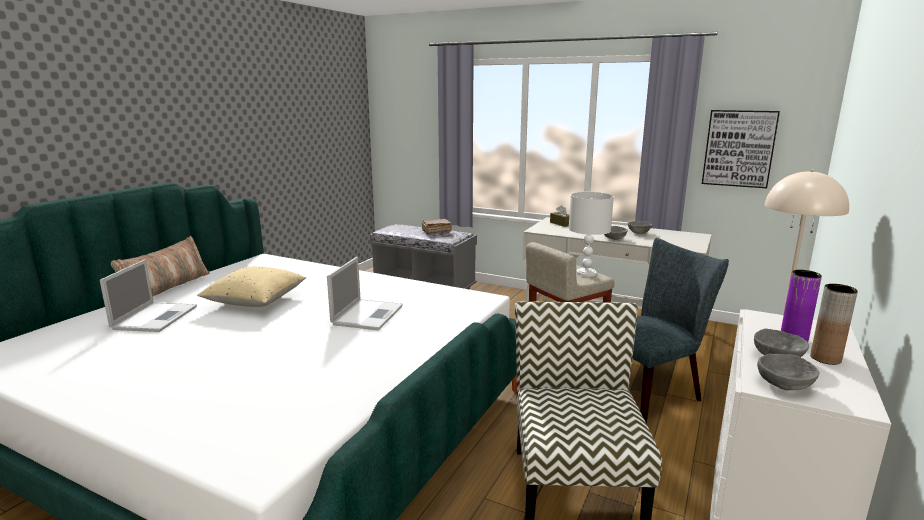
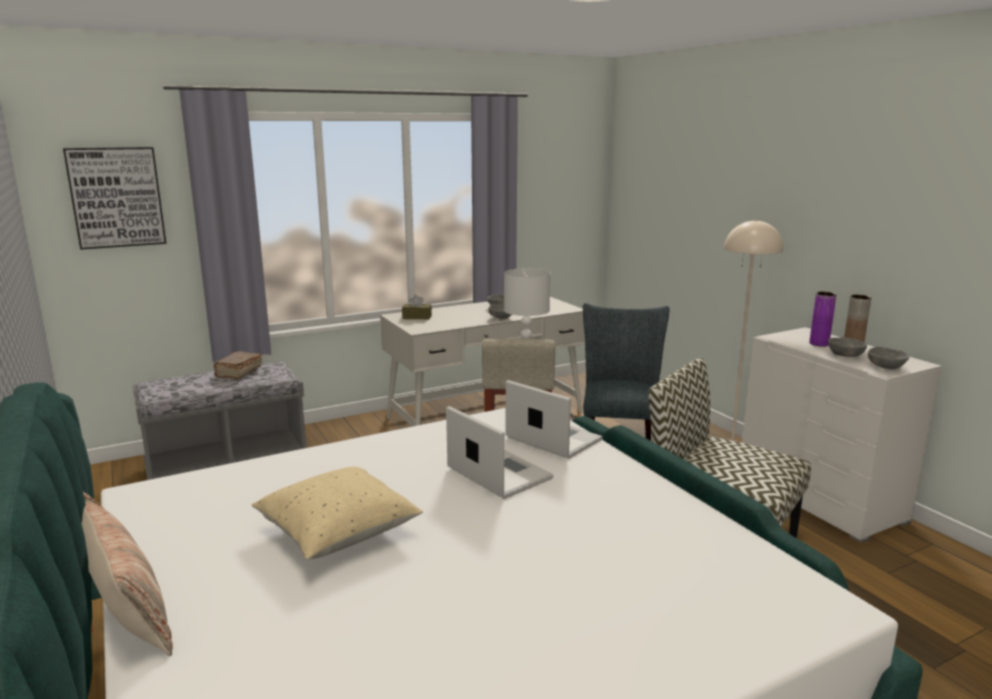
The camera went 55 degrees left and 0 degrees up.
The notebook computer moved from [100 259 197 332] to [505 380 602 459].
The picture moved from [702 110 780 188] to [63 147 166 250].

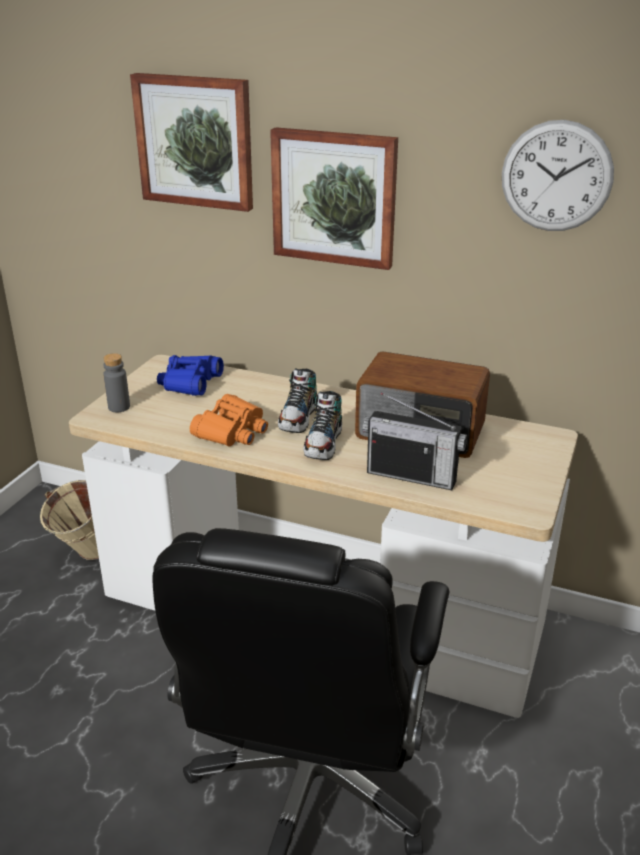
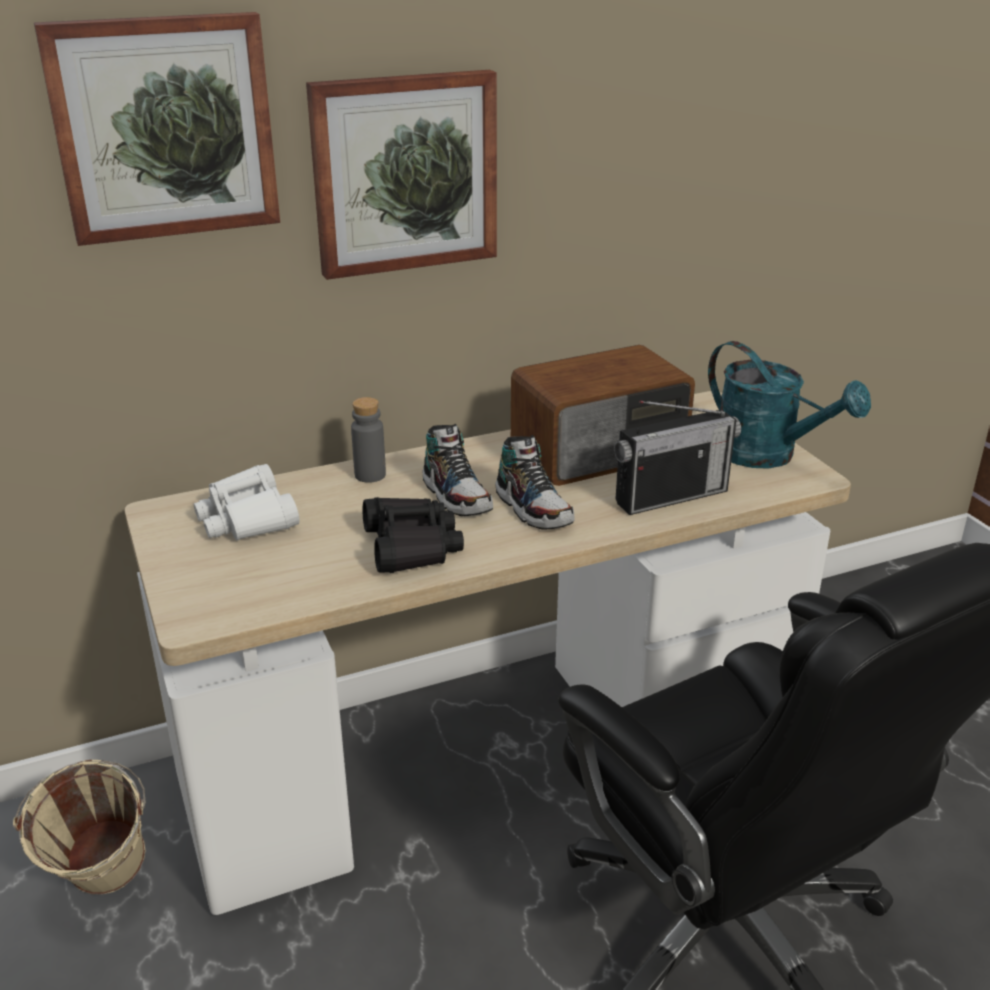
The camera went 45 degrees left and 0 degrees up.
The hanging clock at [502 120 614 231] disappeared.
The turquoise watering pot at [708 341 871 469] appeared.
The greyish drink bottle moved from [103 353 130 412] to [351 397 386 483].
The blue-coloured field glasses at [157 355 224 396] became the white-coloured field glasses at [193 464 300 540].
The orangey field glasses at [190 394 268 446] became the black-coloured field glasses at [363 497 464 573].

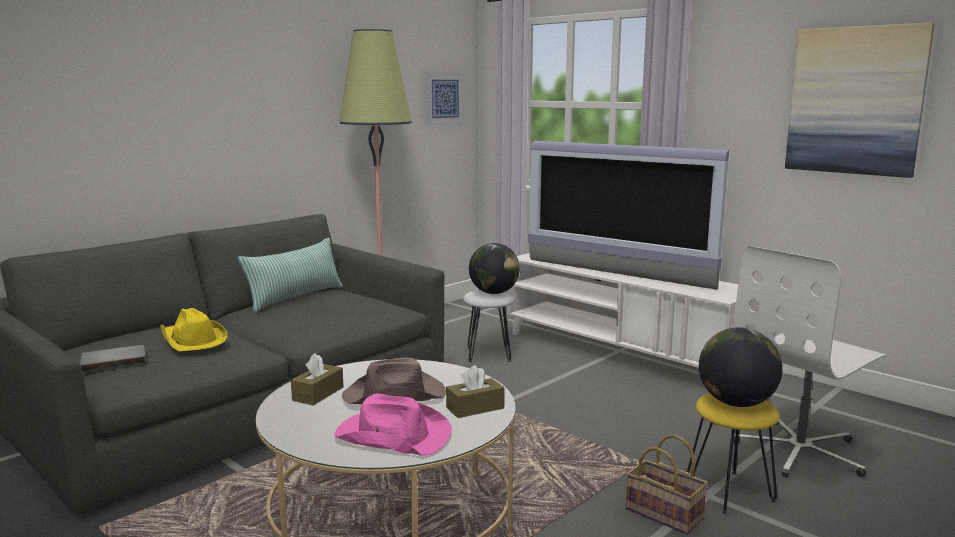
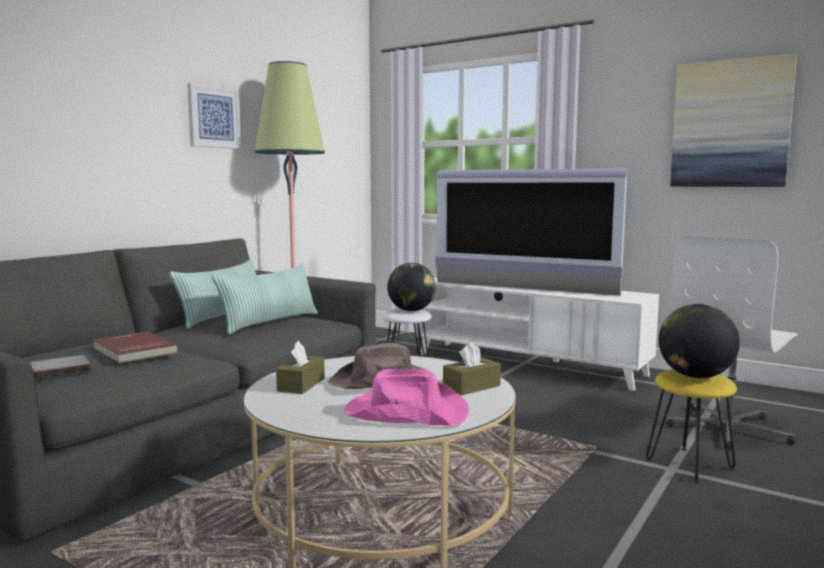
The camera went 10 degrees left and 5 degrees down.
The household basket at [626 434 708 534] disappeared.
The pillow at [212 263 318 334] appeared.
The picture moved from [424 72 464 125] to [187 83 241 149].
The yellow-coloured hat at [160 308 228 351] was replaced by the red-coloured book at [93 332 179 364].

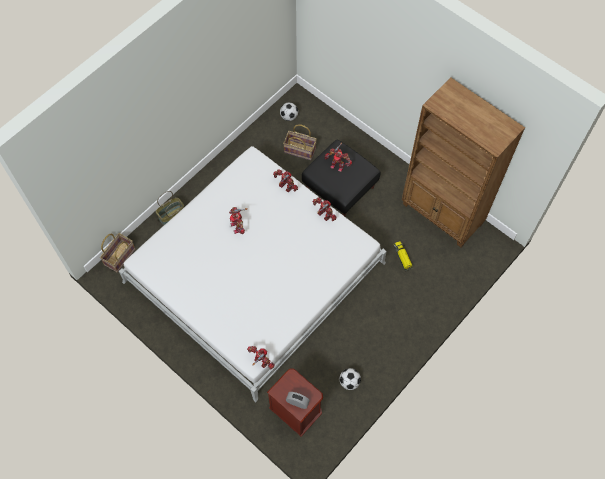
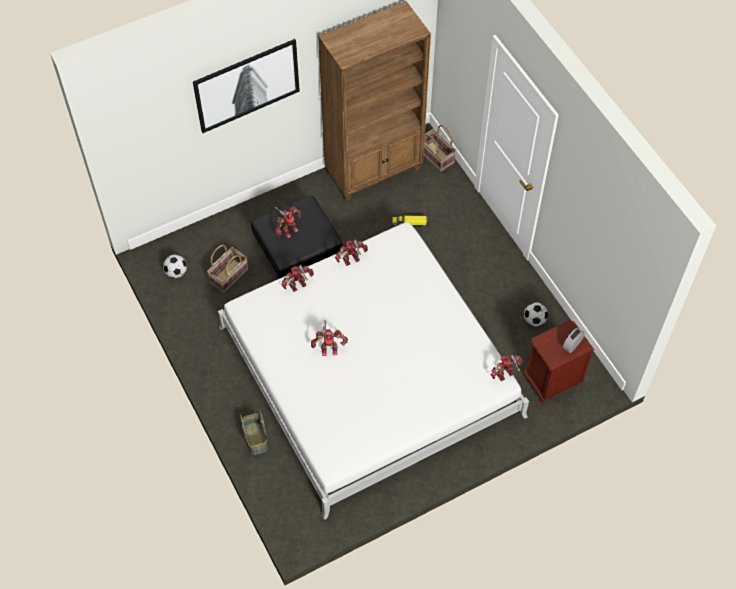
The camera went 70 degrees left and 5 degrees down.
The picture at [193 39 300 133] appeared.
The household basket moved from [100 233 135 273] to [423 125 456 172].

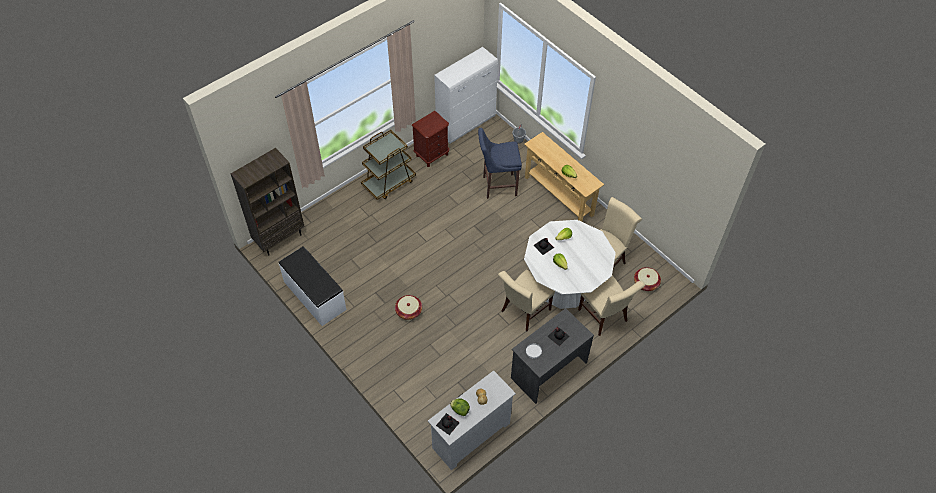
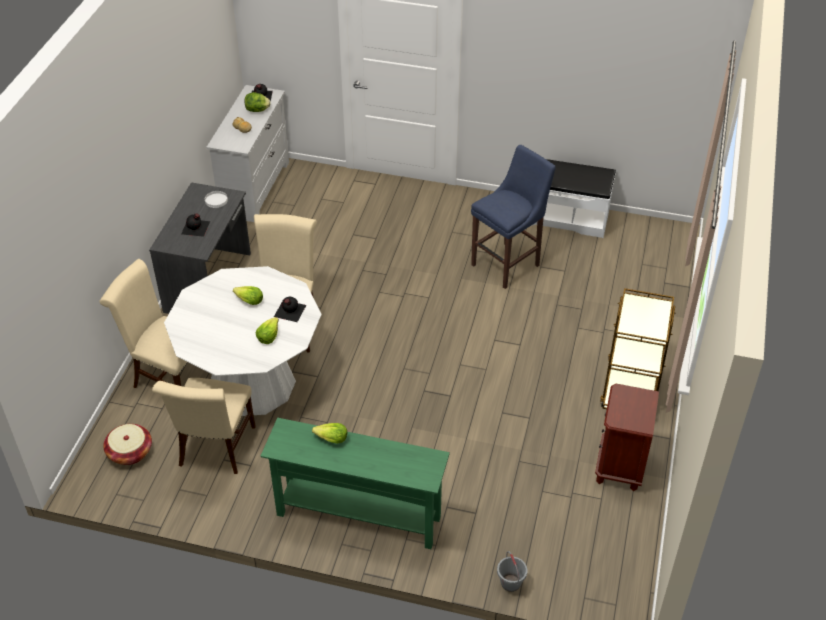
The camera went 145 degrees right and 10 degrees down.
The brownish bookcase at [231 148 305 255] disappeared.
The household basket at [395 295 422 320] disappeared.
The white-coloured storage cabinet at [434 47 498 144] disappeared.
The blue-coloured sitting stool moved from [478 128 522 199] to [471 145 556 289].
The sand-coloured narrow table at [524 132 604 222] became the green narrow table at [261 418 450 549].

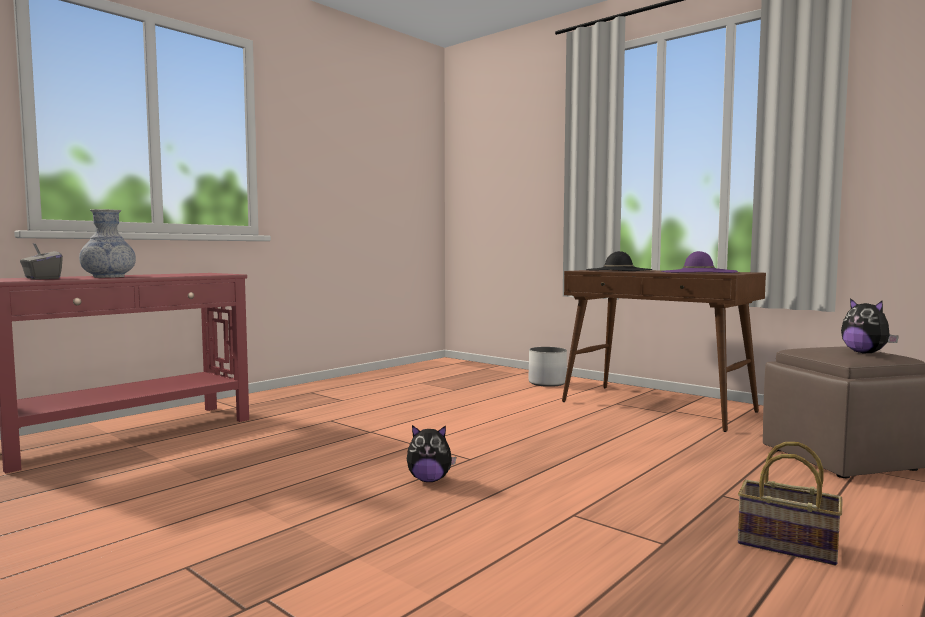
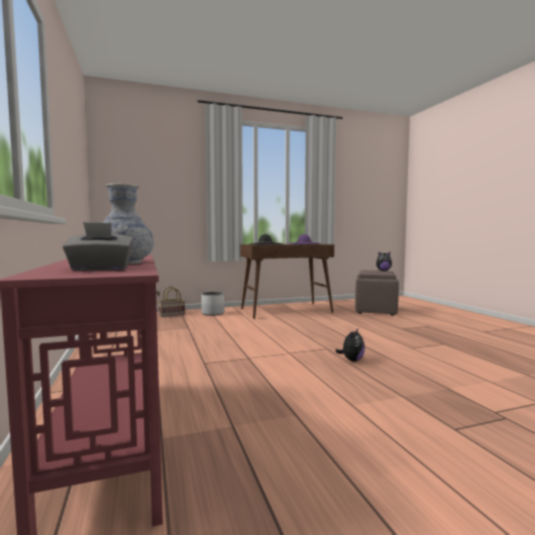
The camera went 60 degrees left and 0 degrees up.
The household basket moved from [738 442 842 565] to [158 287 185 317].

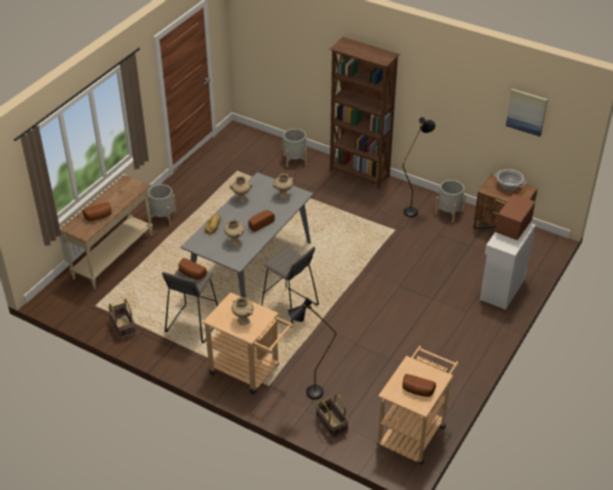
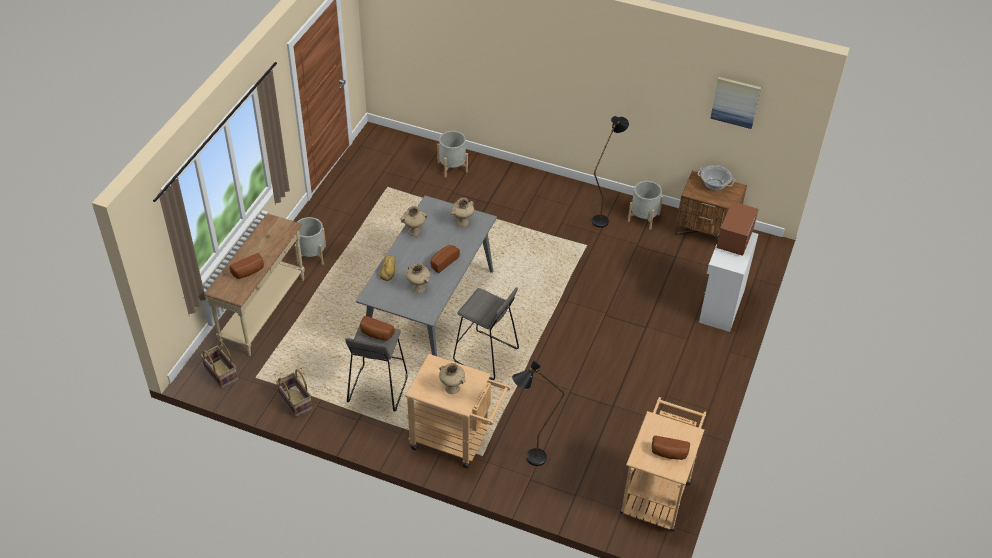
The camera went 10 degrees left and 5 degrees up.
The brownish bookcase at [330 37 400 189] disappeared.
The household basket moved from [316 394 349 439] to [201 341 238 389].

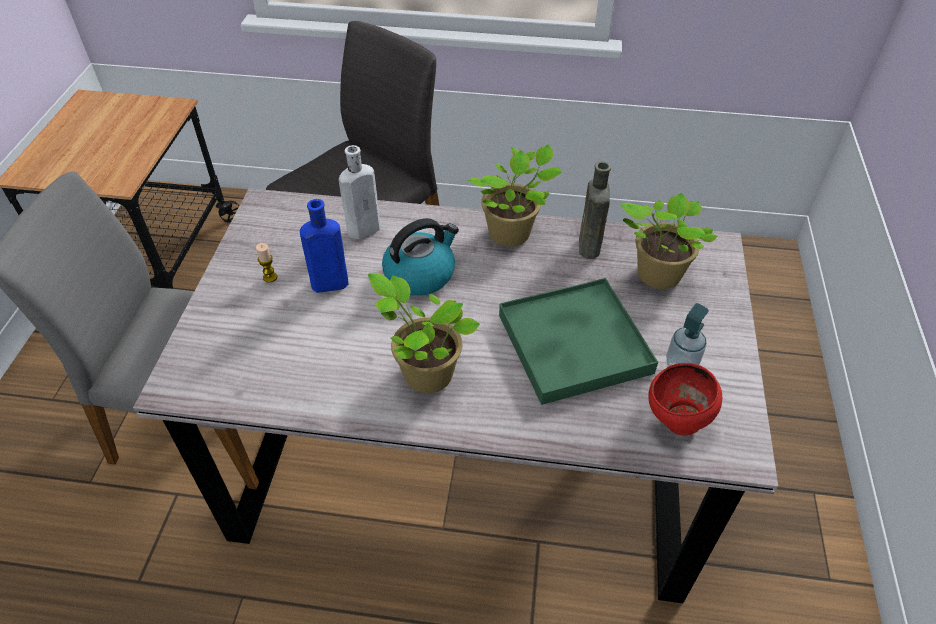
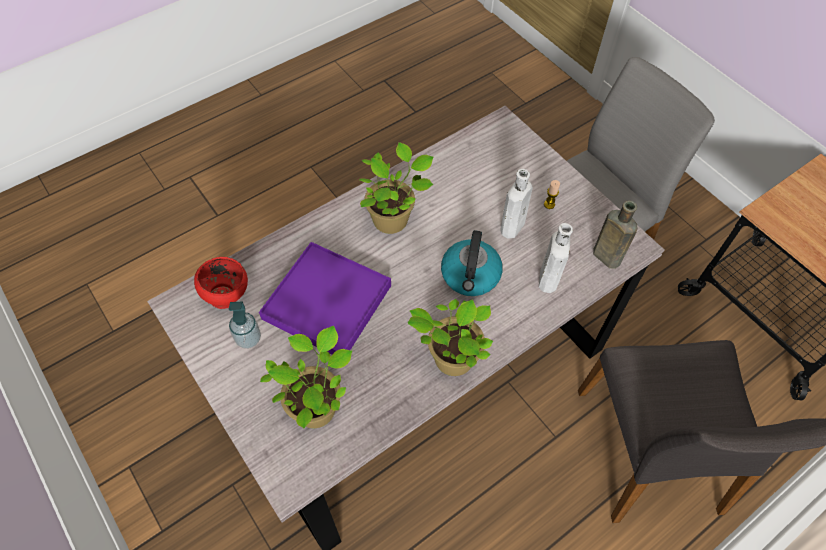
The camera went 135 degrees right and 10 degrees up.
The brownish drink bottle moved from [579 161 611 259] to [593 201 637 269].
The blue-coloured drink bottle at [300 199 348 293] became the white-coloured drink bottle at [500 169 533 239].
The green tray at [499 278 658 405] became the purple tray at [259 242 391 355].

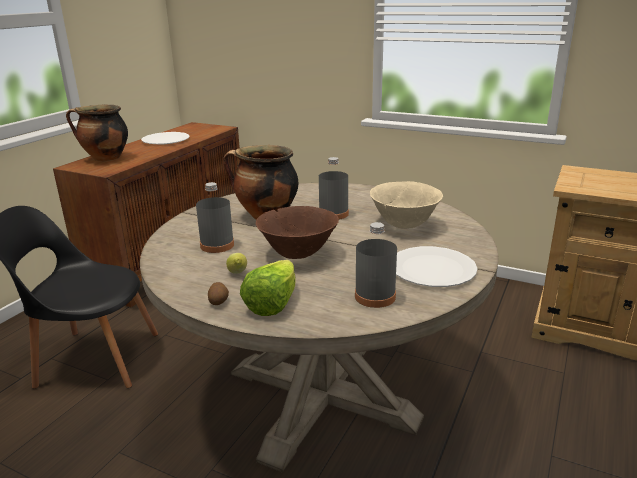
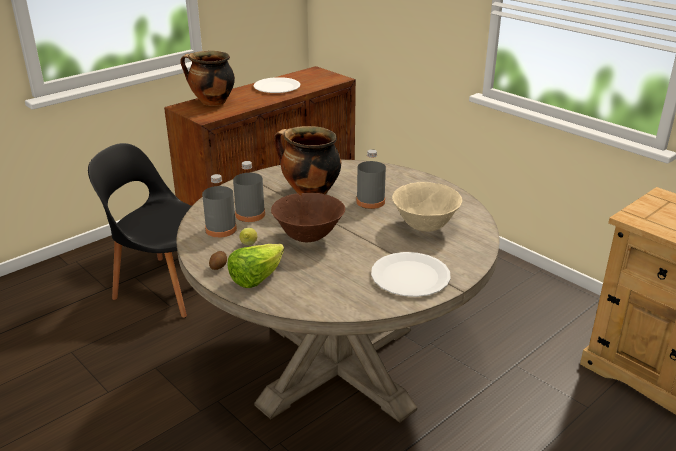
The camera went 20 degrees right and 5 degrees up.
The greyish drink bottle moved from [355 222 397 308] to [202 174 237 238].

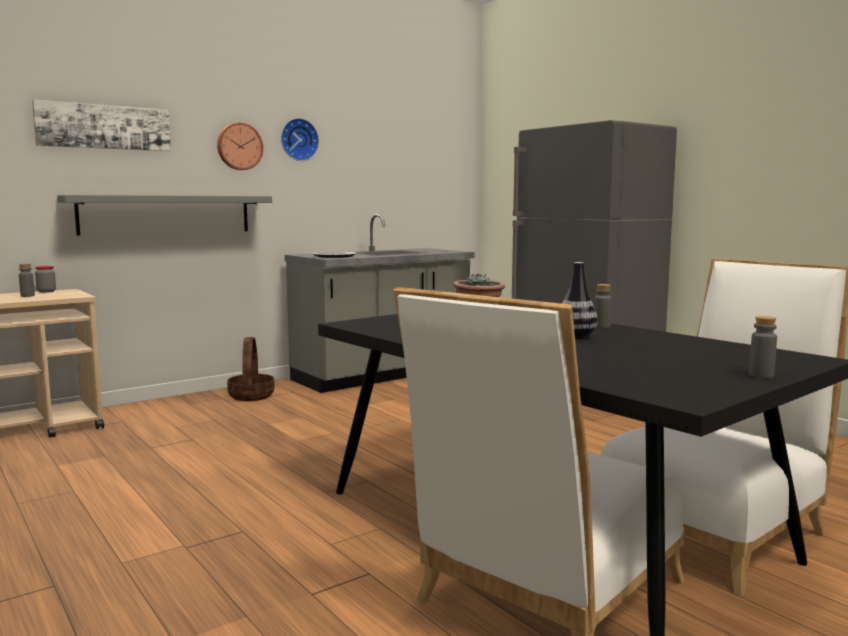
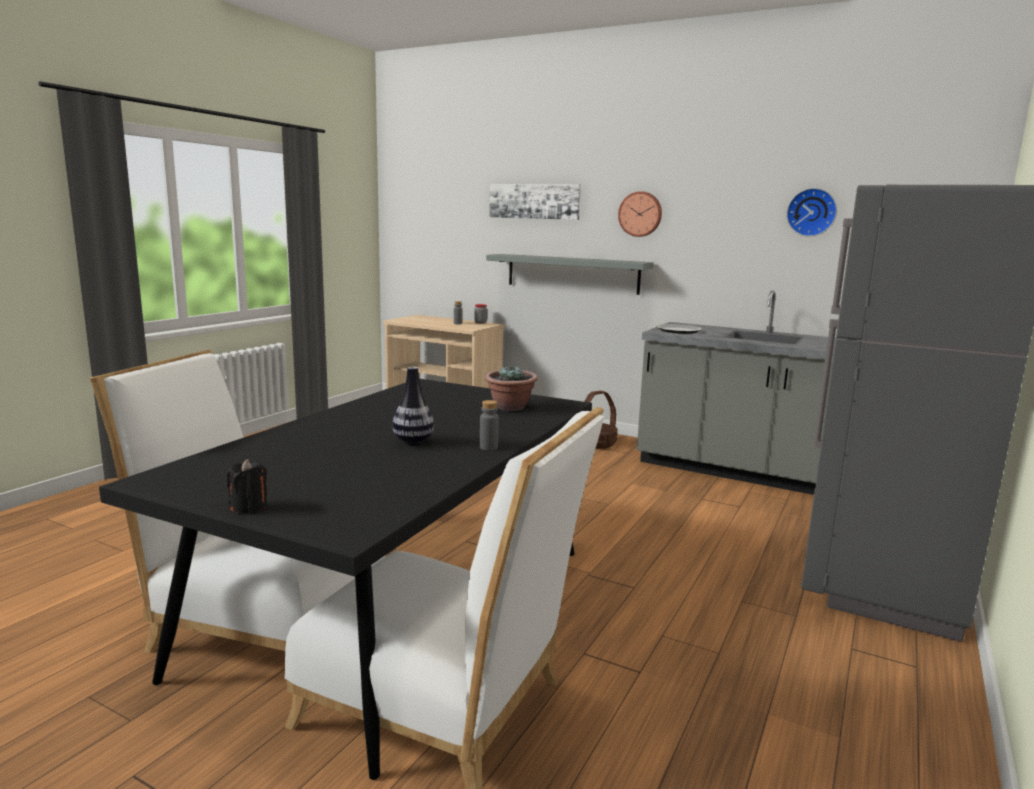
The camera went 65 degrees right and 5 degrees up.
The hanging clock moved from [281 118 319 161] to [786 188 837 237].
The greyish drink bottle at [749 316 777 378] was replaced by the black-coloured candle at [227 459 267 514].

